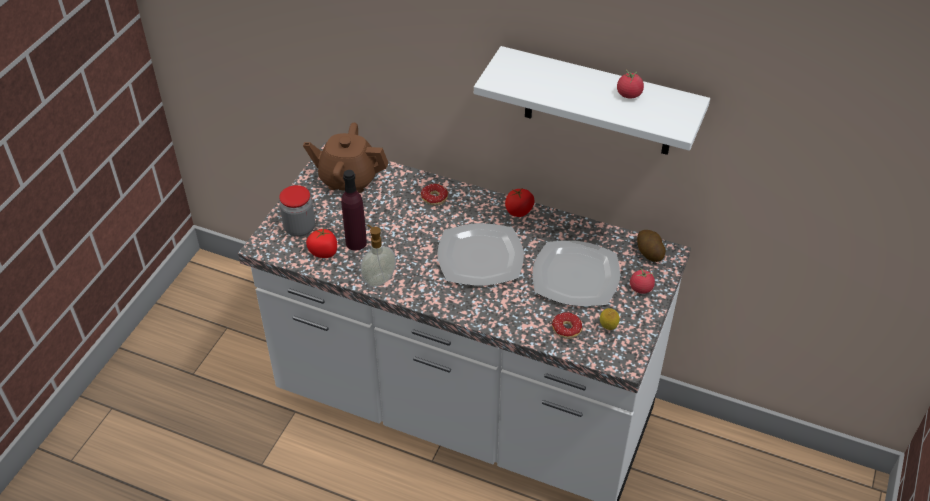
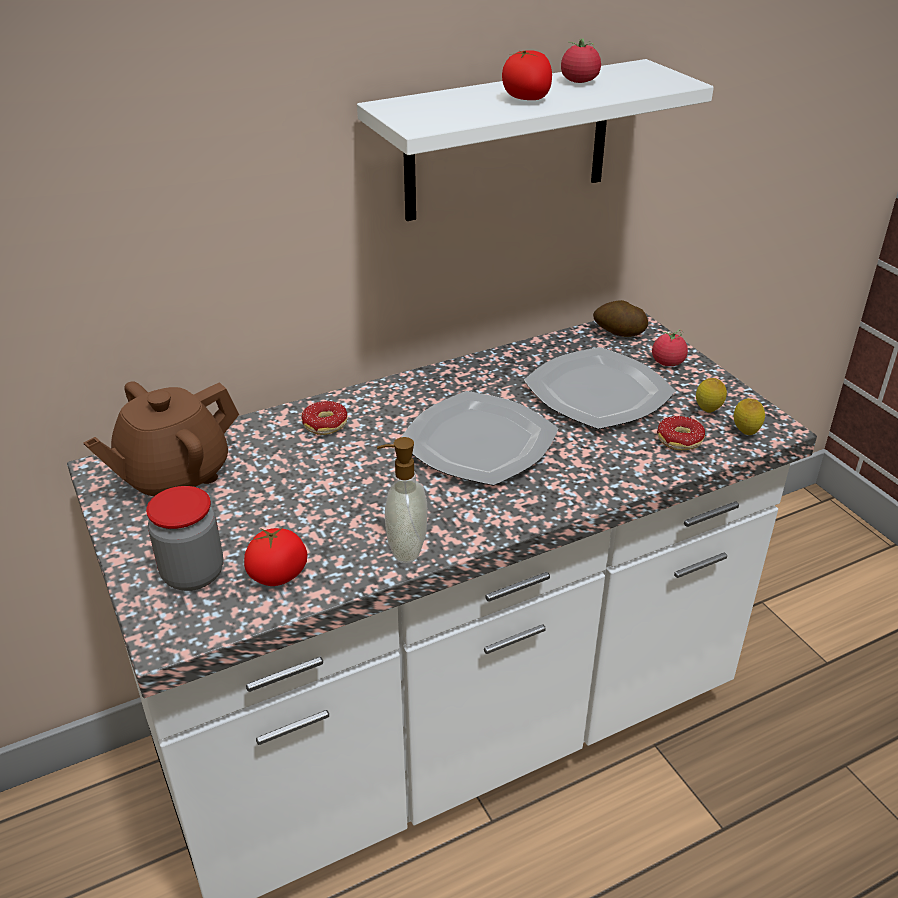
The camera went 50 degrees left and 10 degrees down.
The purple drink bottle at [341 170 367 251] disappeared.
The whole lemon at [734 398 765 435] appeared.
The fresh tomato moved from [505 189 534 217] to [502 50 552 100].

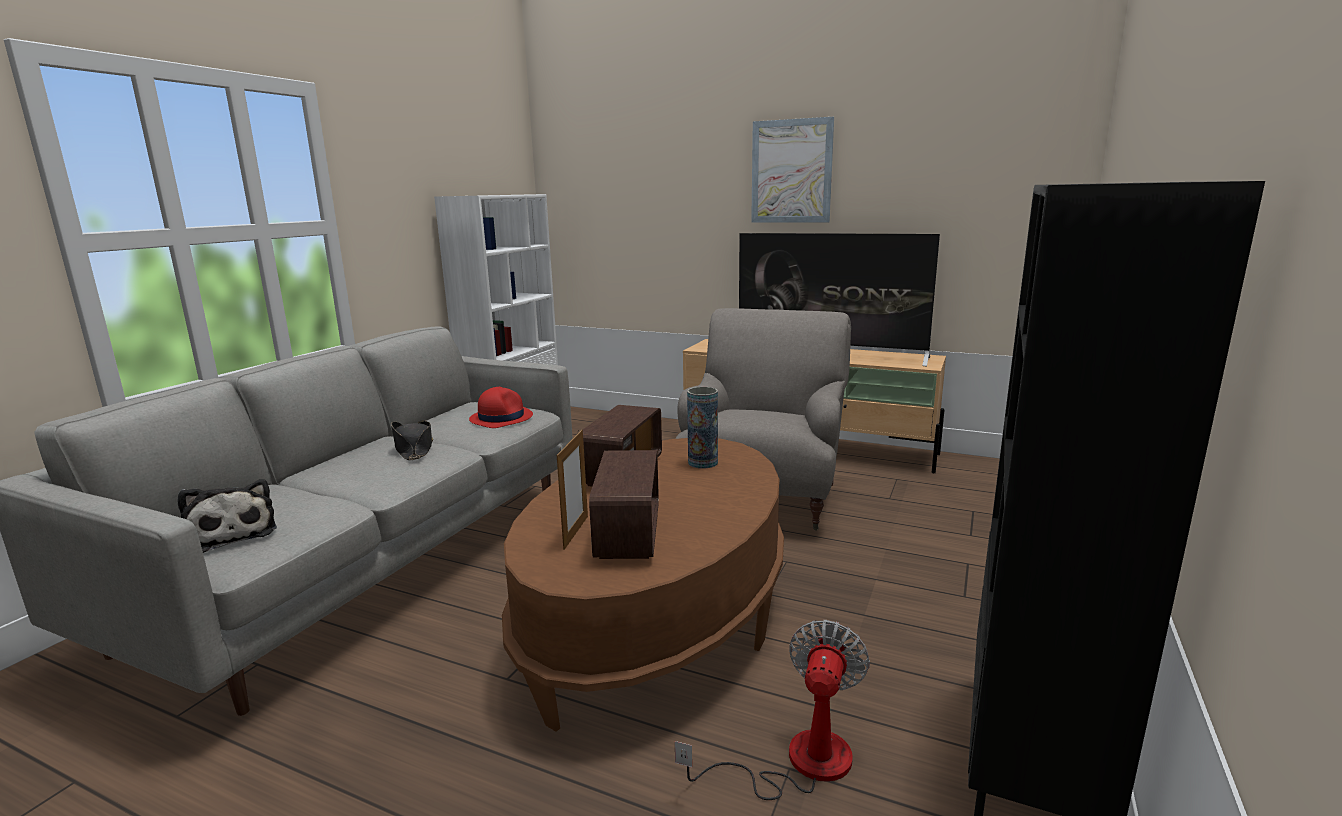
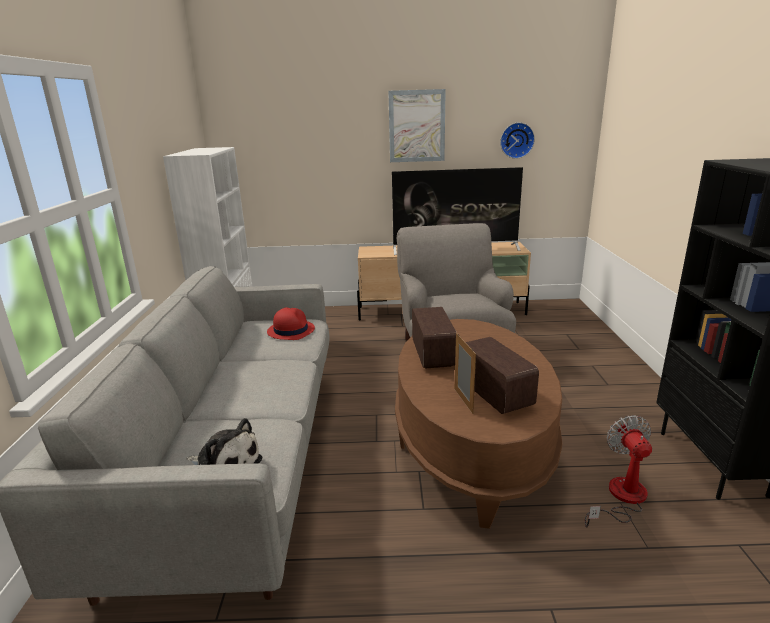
The camera went 25 degrees left and 5 degrees up.
The black-coloured hat at [391 421 433 460] disappeared.
The decorative vase at [687 387 718 469] disappeared.
The hanging clock at [500 122 535 159] appeared.

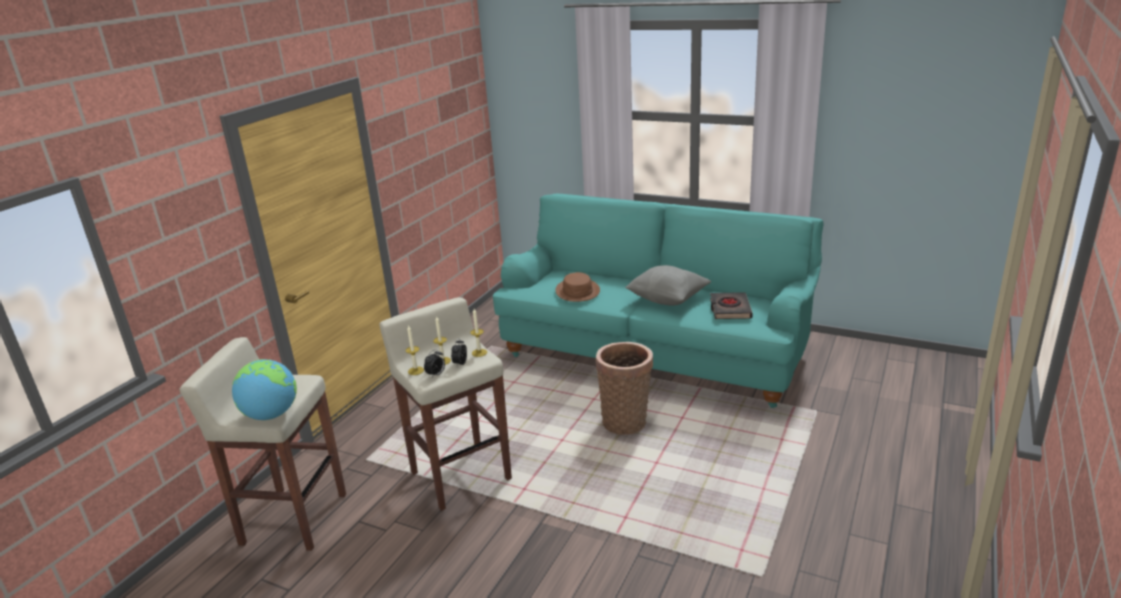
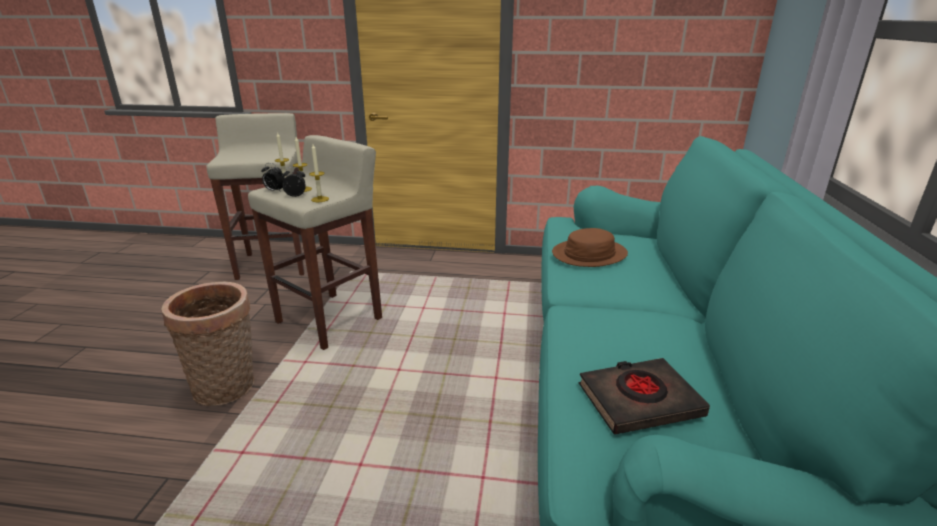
The camera went 70 degrees right and 0 degrees up.
The world globe at [232 359 297 420] disappeared.
The greyish pillow at [625 265 711 306] disappeared.
The household basket moved from [596 342 653 435] to [161 282 255 406].

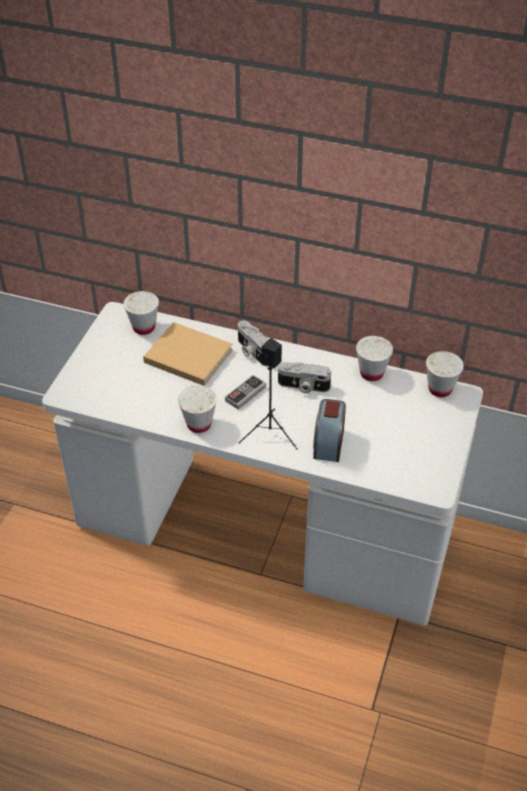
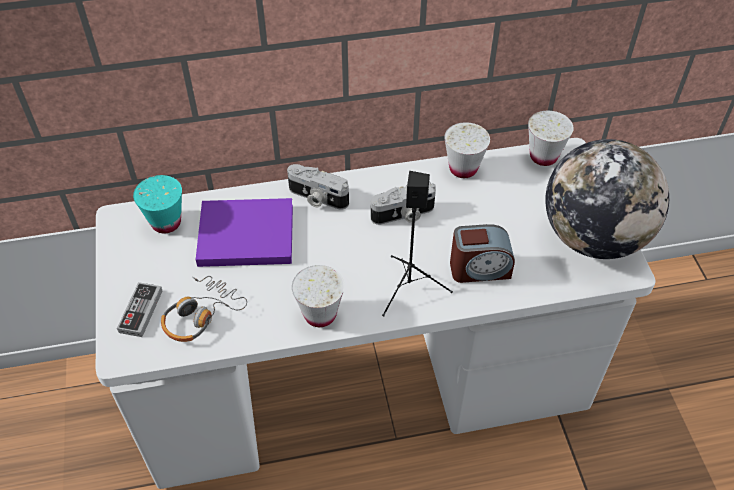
The camera went 30 degrees left and 5 degrees up.
The headphones at [161 276 247 342] appeared.
The world globe at [545 139 669 259] appeared.
The joypad moved from [225 375 266 410] to [117 282 162 337].
The white-coloured cup at [123 291 159 335] became the turquoise cup at [133 175 182 233].
The sand-coloured book at [143 322 233 386] became the purple book at [196 198 293 267].
The alarm clock at [313 399 346 462] turned 75 degrees counterclockwise.

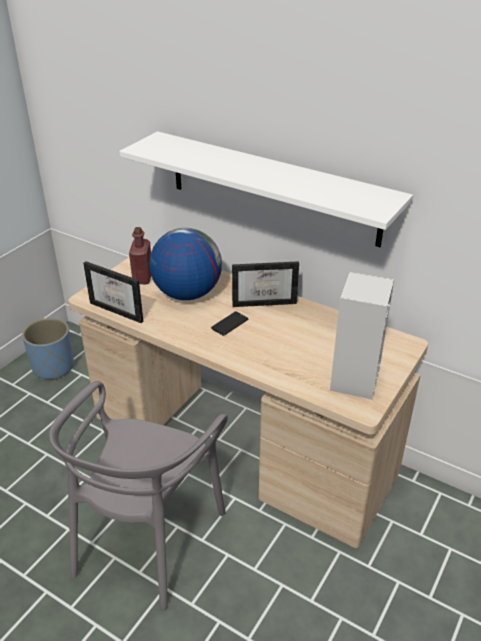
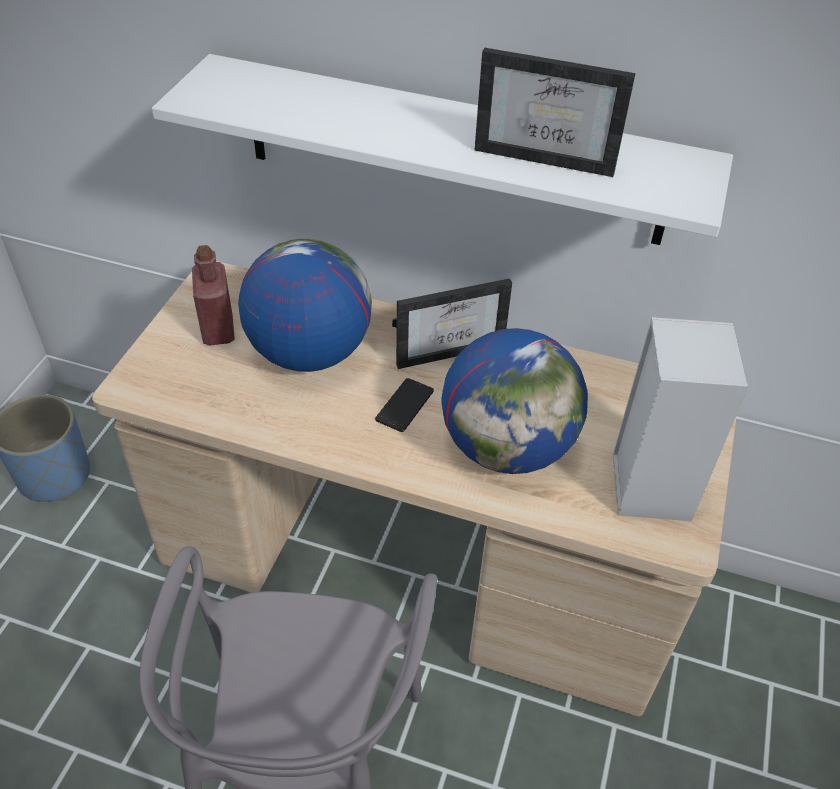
The camera went 15 degrees left and 10 degrees up.
The world globe at [441 328 588 474] appeared.
The picture frame moved from [83 261 143 323] to [474 48 636 177].

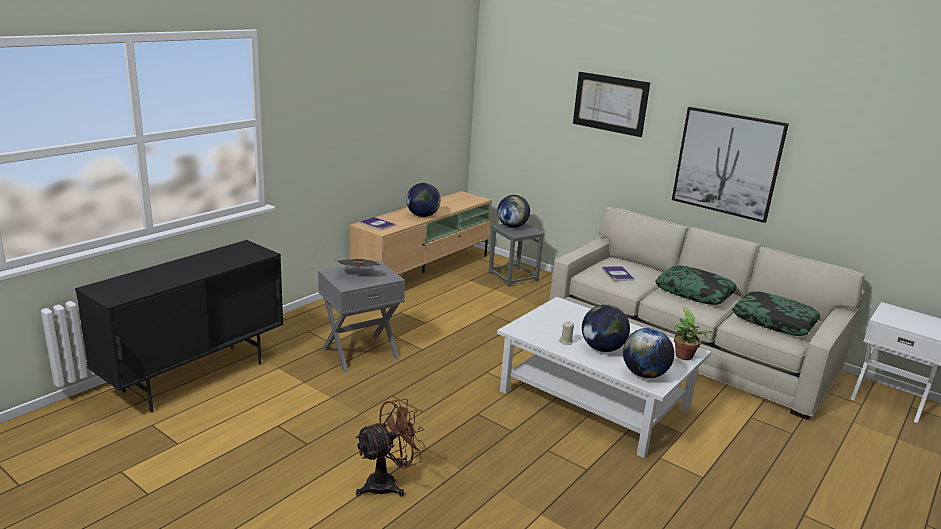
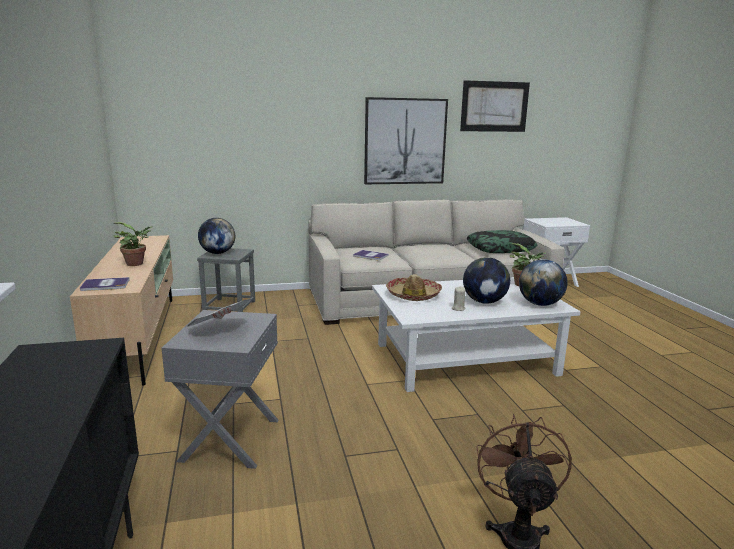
The camera went 50 degrees left and 5 degrees down.
The pillow at [655 266 737 305] disappeared.
The hat at [386 274 442 301] appeared.
The picture moved from [573 72 650 137] to [460 80 530 132].
The world globe at [406 183 441 217] was replaced by the potted plant at [113 222 153 266].

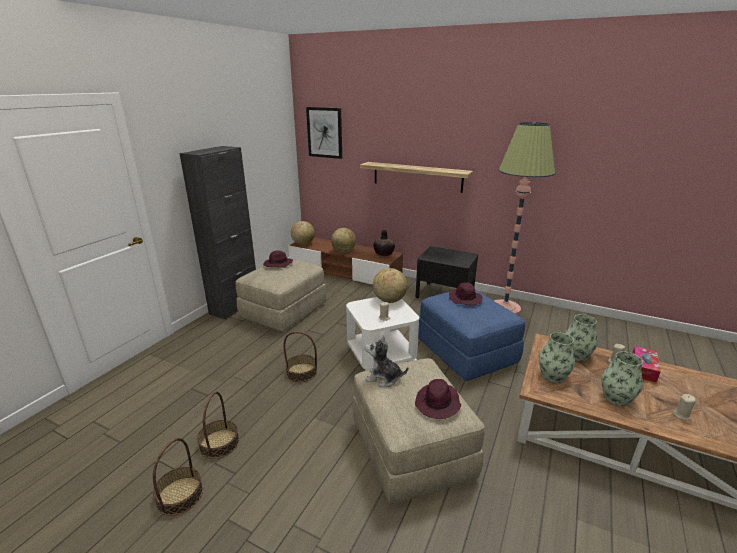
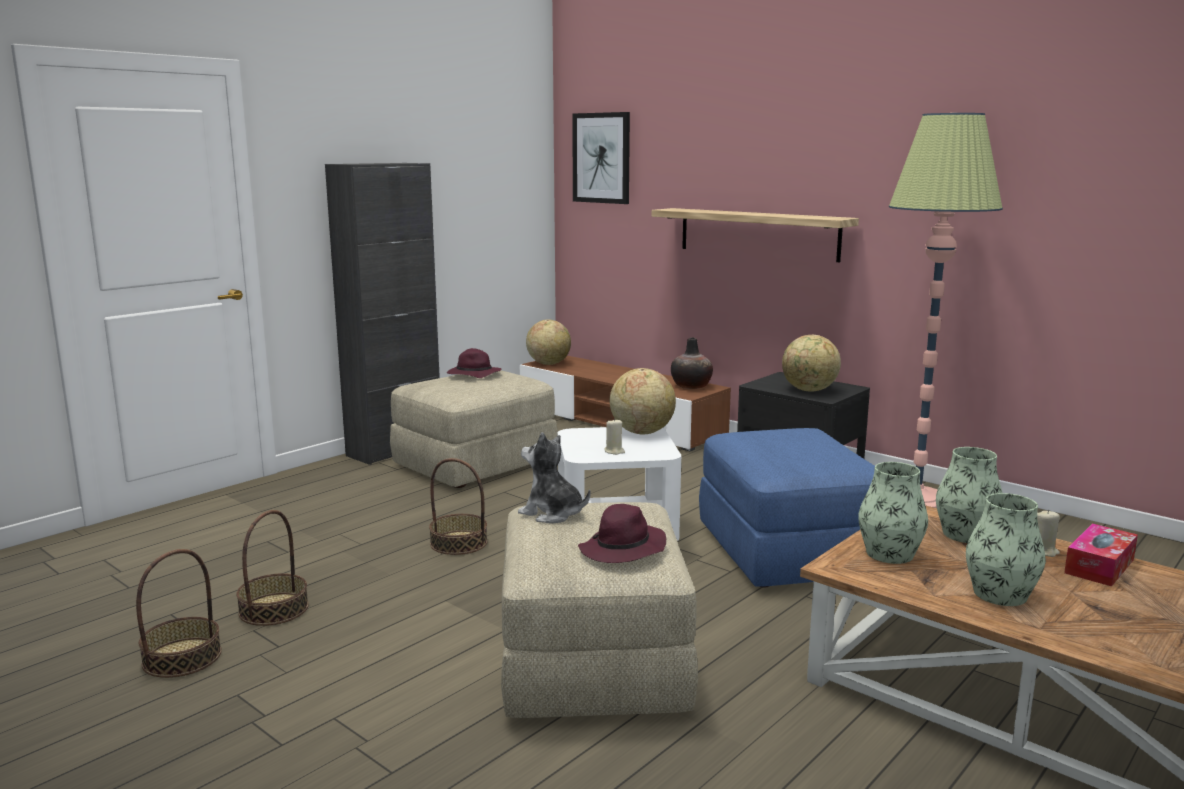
The camera went 15 degrees right and 10 degrees down.
The purple hat at [449 282 483 305] disappeared.
The sand-coloured candle at [672 394 696 420] disappeared.
The world globe moved from [331 228 356 253] to [782 335 841 392].

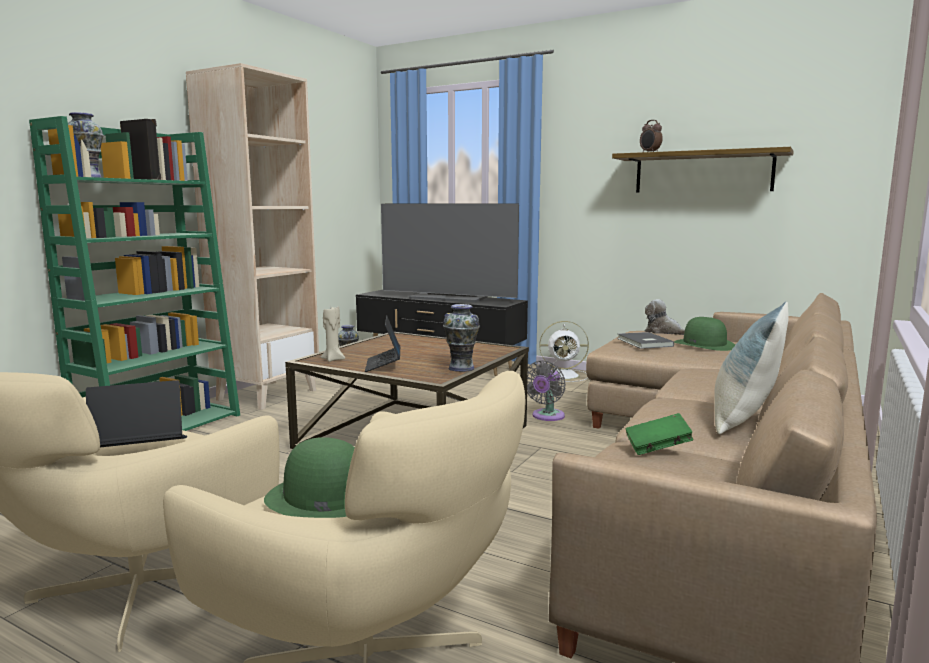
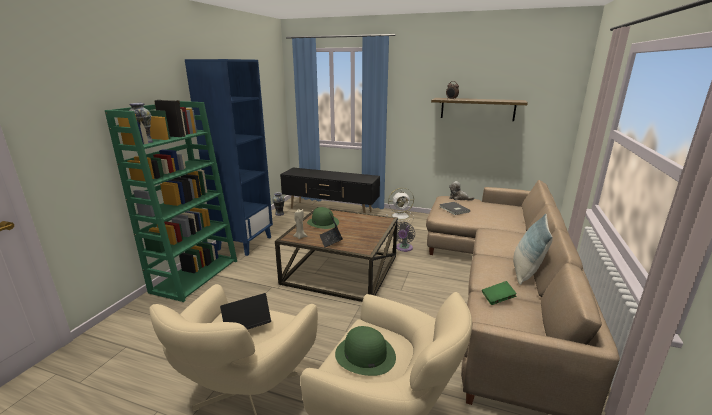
The camera went 10 degrees left and 10 degrees up.
The TV set at [381 203 519 302] disappeared.
The decorative vase at [443 304 480 372] disappeared.
The green hat moved from [674 317 735 351] to [307 207 339 229].
The sand-coloured bookcase at [186 63 319 410] became the blue-coloured bookcase at [185 59 273 256].

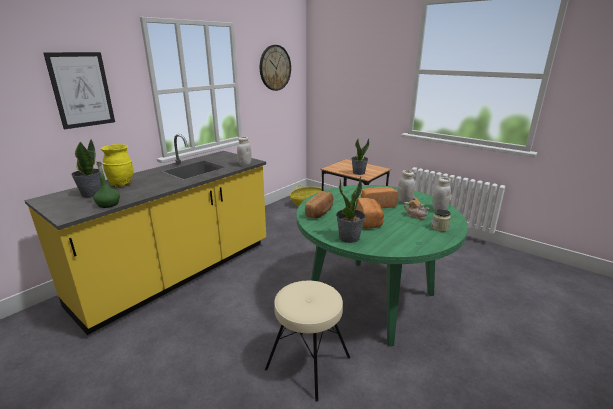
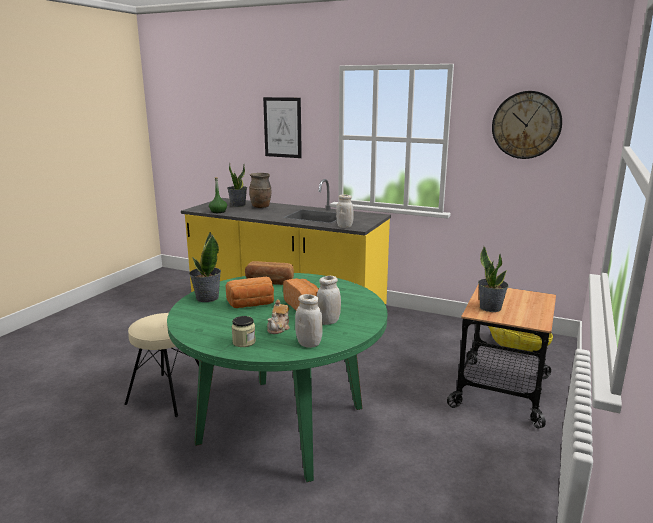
The camera went 75 degrees right and 5 degrees down.
The yellow-coloured decorative vase at [101 144 133 187] became the brownish decorative vase at [249 173 271 208].

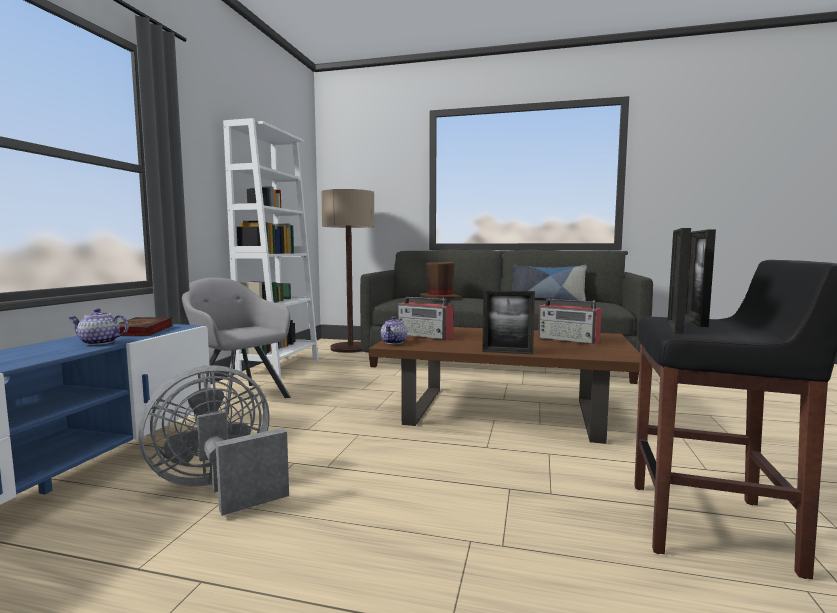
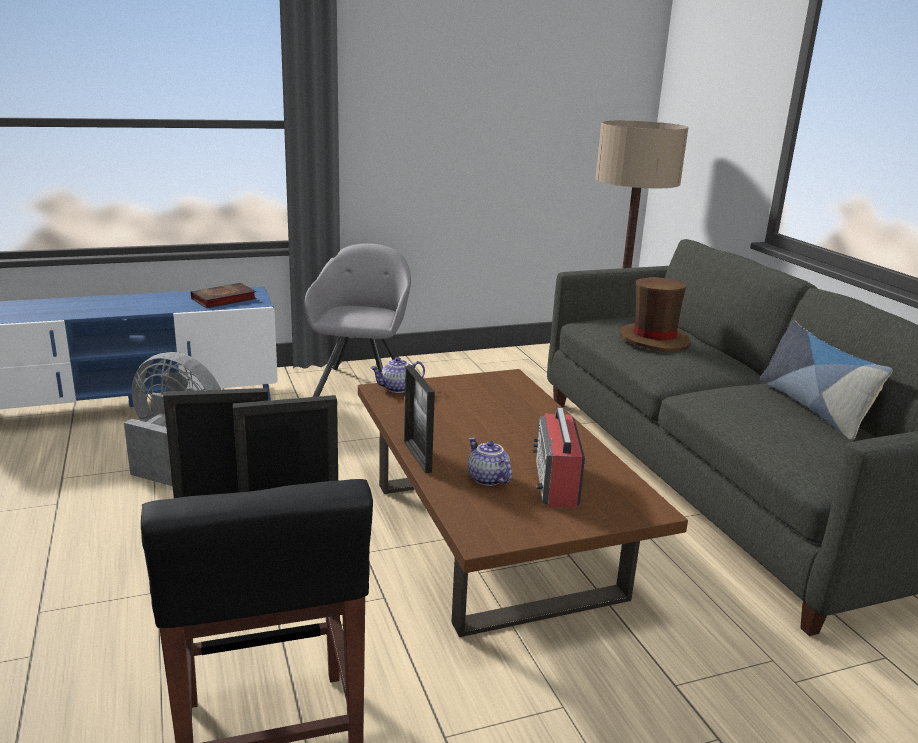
The camera went 55 degrees right and 15 degrees up.
The white-coloured bookcase at [223 118 319 379] disappeared.
The radio at [398 297 454 340] disappeared.
The pot for tea moved from [69 308 129 345] to [468 438 512 486].

